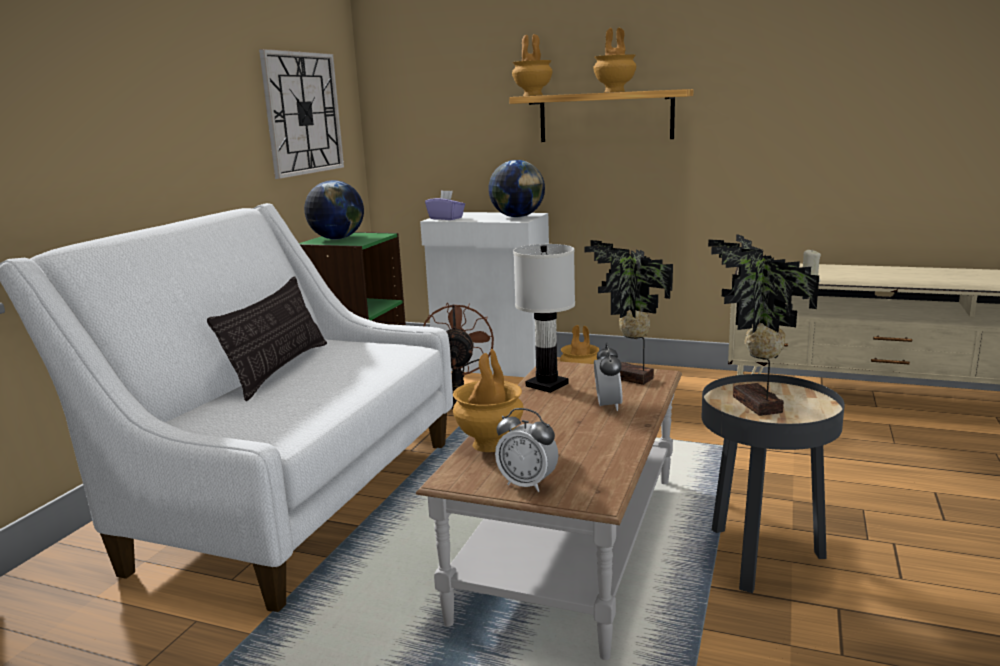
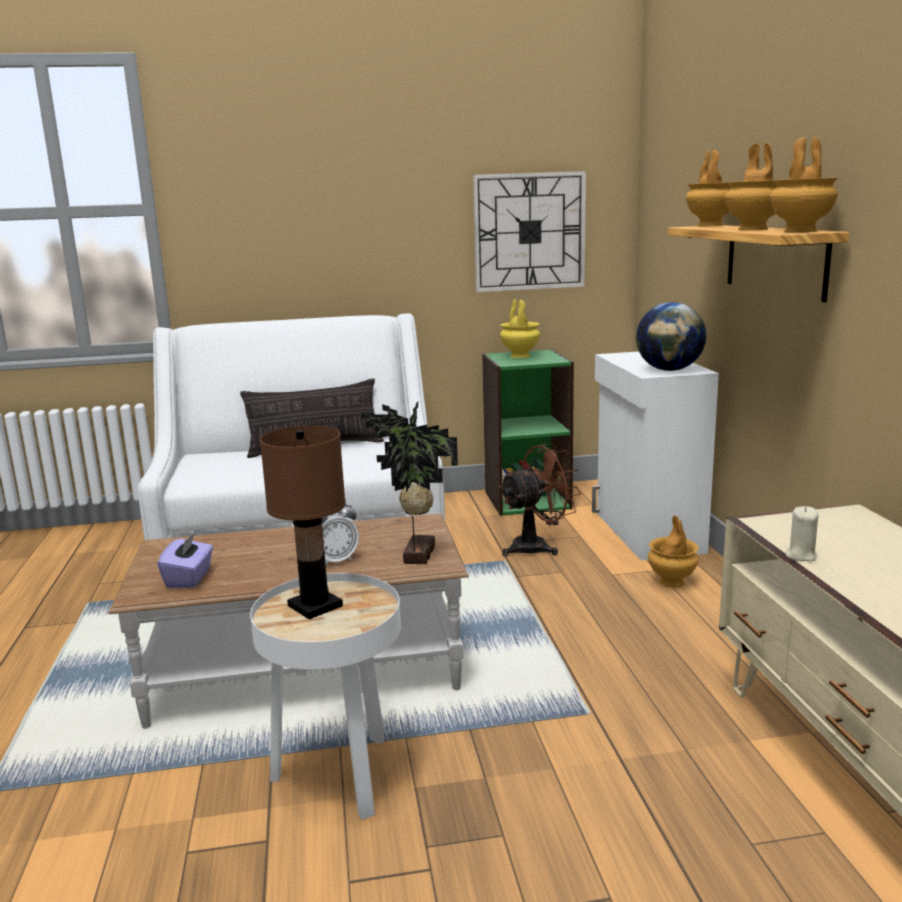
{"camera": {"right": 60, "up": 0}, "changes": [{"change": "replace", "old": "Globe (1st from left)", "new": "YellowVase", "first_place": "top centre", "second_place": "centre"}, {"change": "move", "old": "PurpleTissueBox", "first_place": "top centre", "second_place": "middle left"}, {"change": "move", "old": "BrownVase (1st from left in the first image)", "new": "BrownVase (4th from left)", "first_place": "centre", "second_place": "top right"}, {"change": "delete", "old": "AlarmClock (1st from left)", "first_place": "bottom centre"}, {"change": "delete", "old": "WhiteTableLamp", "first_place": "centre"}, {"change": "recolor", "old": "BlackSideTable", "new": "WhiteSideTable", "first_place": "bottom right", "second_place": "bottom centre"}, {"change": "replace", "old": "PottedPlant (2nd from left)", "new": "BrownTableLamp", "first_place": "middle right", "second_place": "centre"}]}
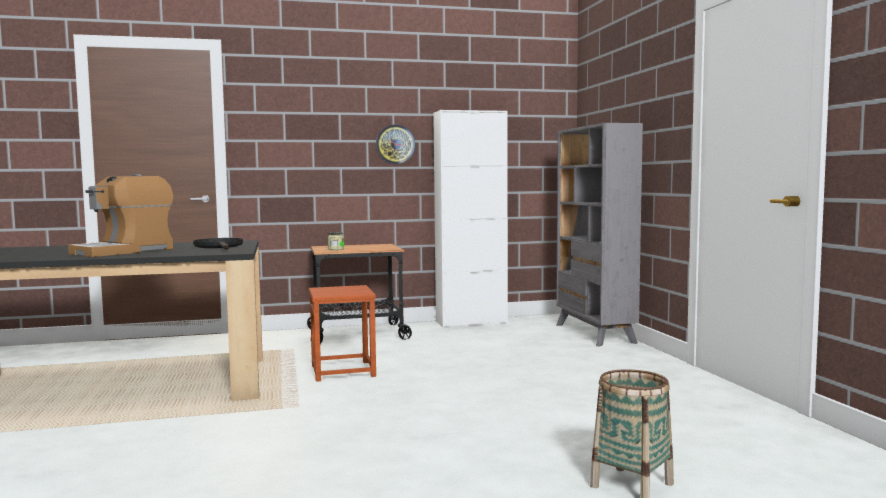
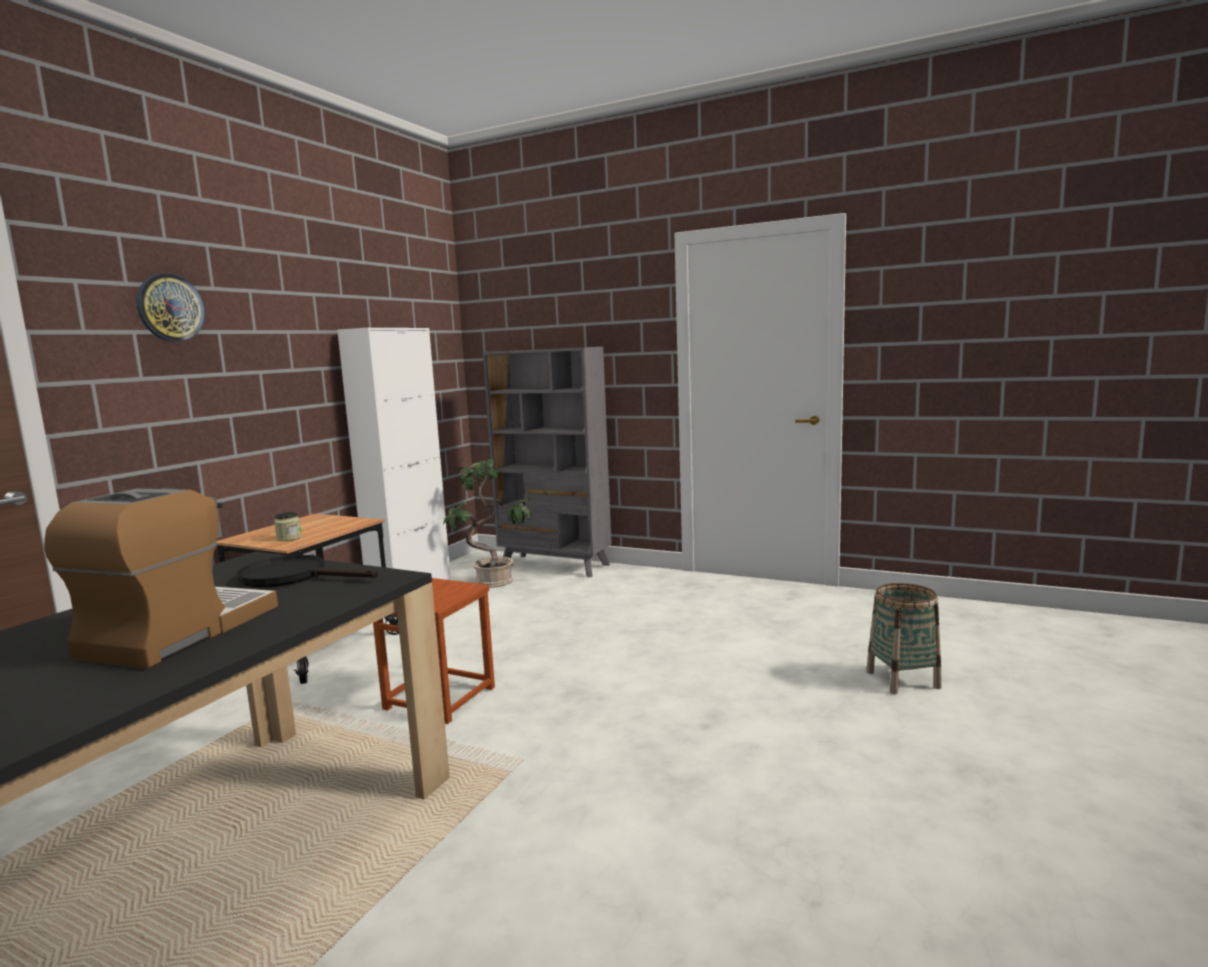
{"camera": {"right": -50, "up": 5}, "changes": [{"change": "rotate", "old": "CoffeeMachine", "first_place": "middle left", "second_place": "middle left", "degrees": -150}, {"change": "move", "old": "WallClock", "first_place": "top centre", "second_place": "top left"}, {"change": "insert", "new": "PottedPlant", "second_place": "centre"}]}
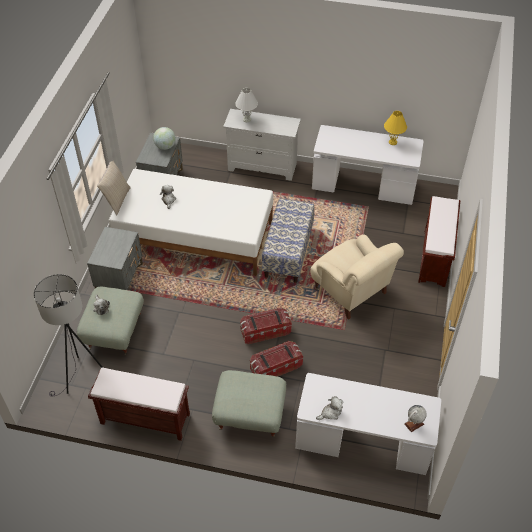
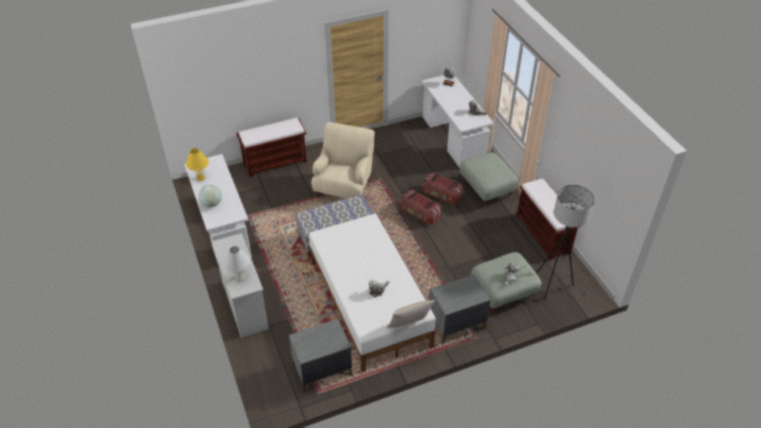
{"camera": {"right": -125, "up": -5}, "changes": [{"change": "move", "old": "Globe (1st from left)", "first_place": "top left", "second_place": "middle left"}]}
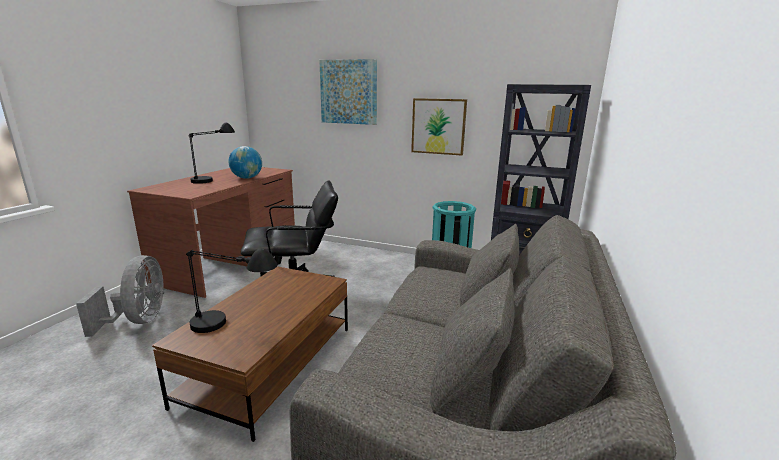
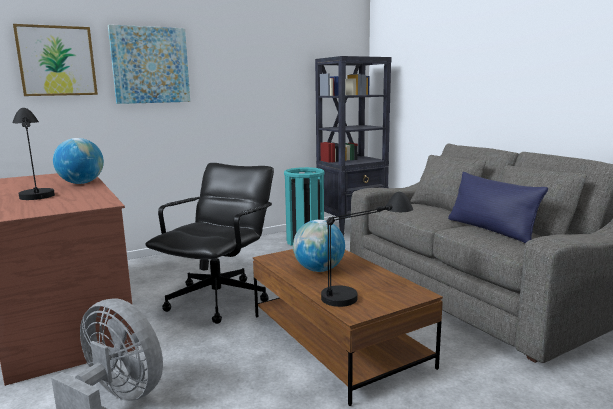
{"camera": {"right": -50, "up": -5}, "changes": [{"change": "move", "old": "Picture (2nd from left in the first image)", "new": "Picture (1st from left)", "first_place": "top centre", "second_place": "top left"}, {"change": "insert", "new": "Globe (2nd from left)", "second_place": "centre"}, {"change": "insert", "new": "BluePillow", "second_place": "middle right"}]}
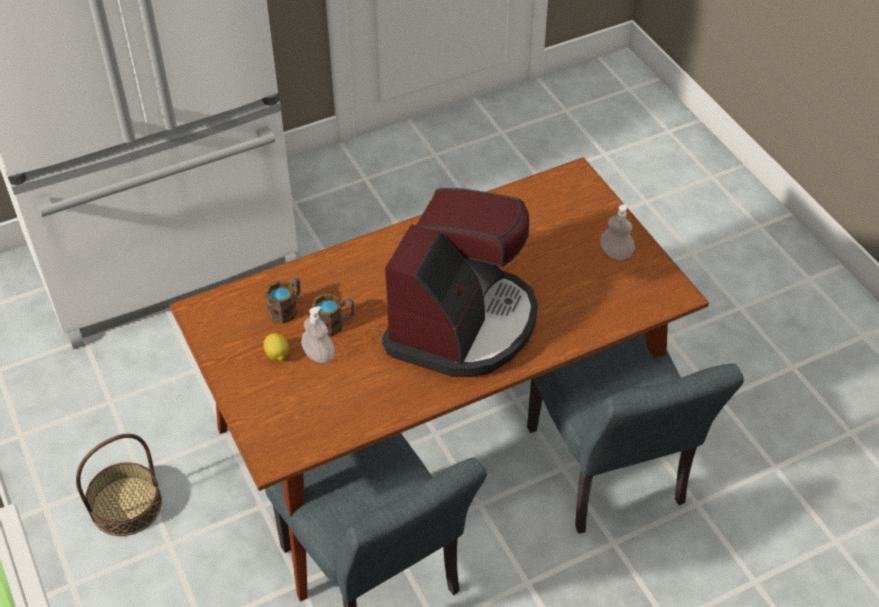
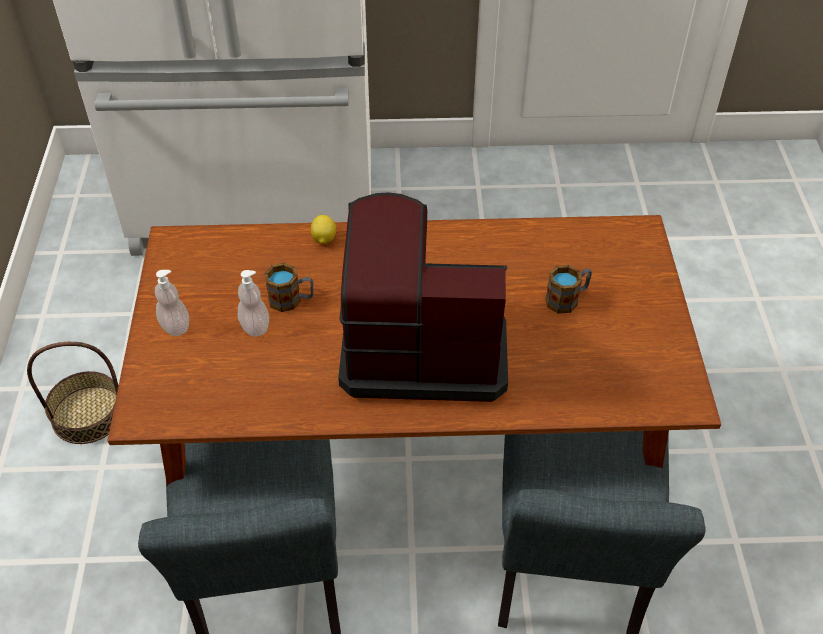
{"camera": {"right": 25, "up": 0}, "changes": [{"change": "move", "old": "Lemon", "first_place": "middle left", "second_place": "centre"}, {"change": "move", "old": "Mug (1st from left in the first image)", "new": "Mug (2nd from left)", "first_place": "middle left", "second_place": "middle right"}, {"change": "rotate", "old": "CoffeeMachine", "first_place": "centre", "second_place": "centre", "degrees": -135}, {"change": "move", "old": "SoapDispenser (2nd from left in the first image)", "new": "SoapDispenser (1st from left)", "first_place": "middle right", "second_place": "middle left"}]}
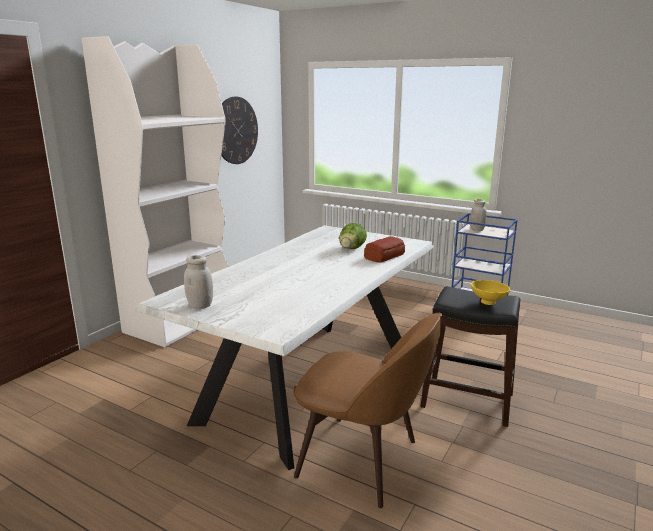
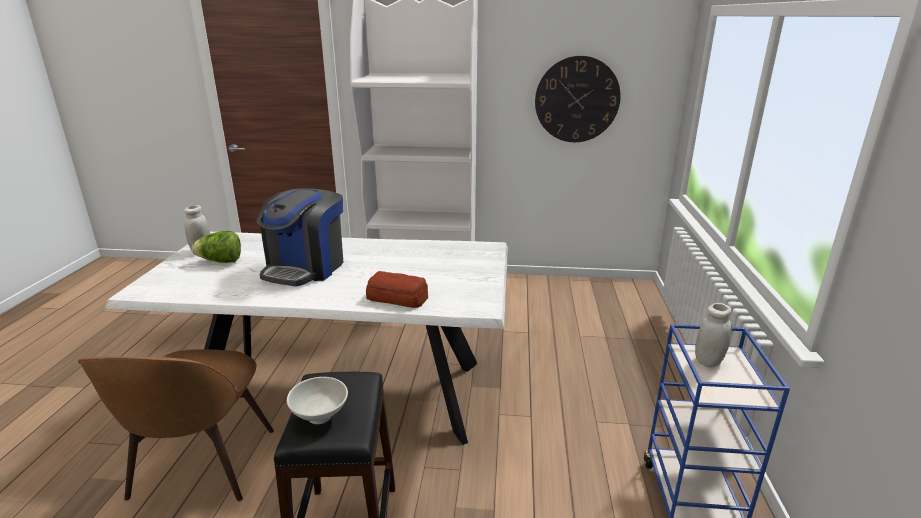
{"camera": {"right": 65, "up": 5}, "changes": [{"change": "move", "old": "Lettuce", "first_place": "centre", "second_place": "middle left"}, {"change": "recolor", "old": "YellowBowl", "new": "WhiteBowl", "first_place": "middle right", "second_place": "bottom centre"}, {"change": "insert", "new": "CoffeeMachine", "second_place": "middle left"}]}
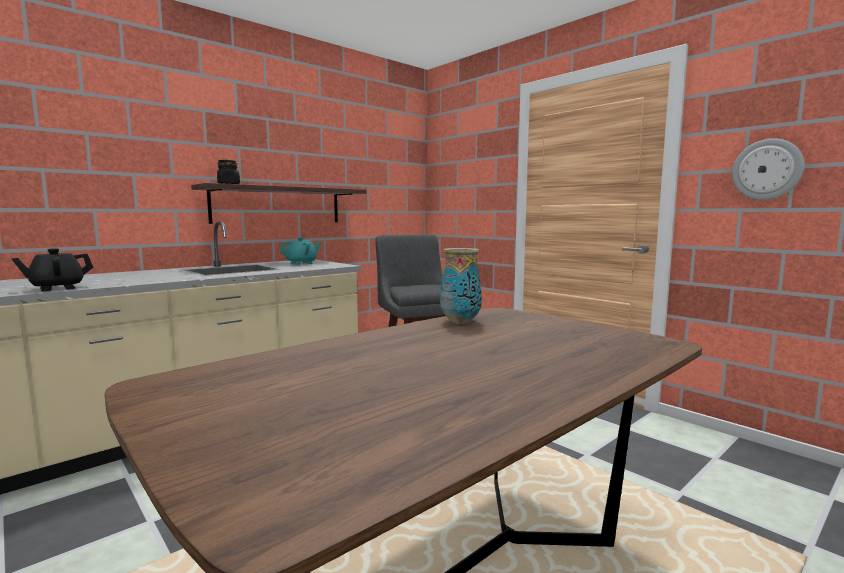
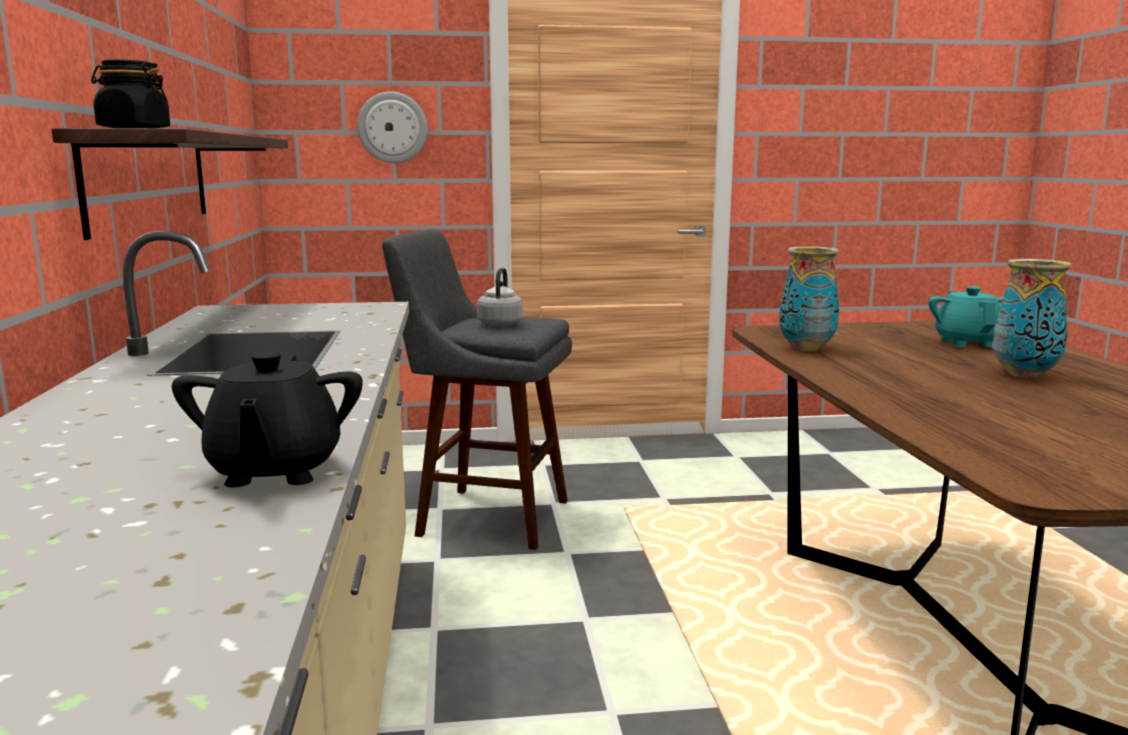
{"camera": {"right": -55, "up": 5}, "changes": [{"change": "move", "old": "TurquoiseTeapot", "first_place": "centre", "second_place": "middle right"}, {"change": "move", "old": "WallClock", "first_place": "top right", "second_place": "top centre"}, {"change": "insert", "new": "GreyKettle", "second_place": "centre"}, {"change": "insert", "new": "Vase (2nd from left)", "second_place": "middle right"}]}
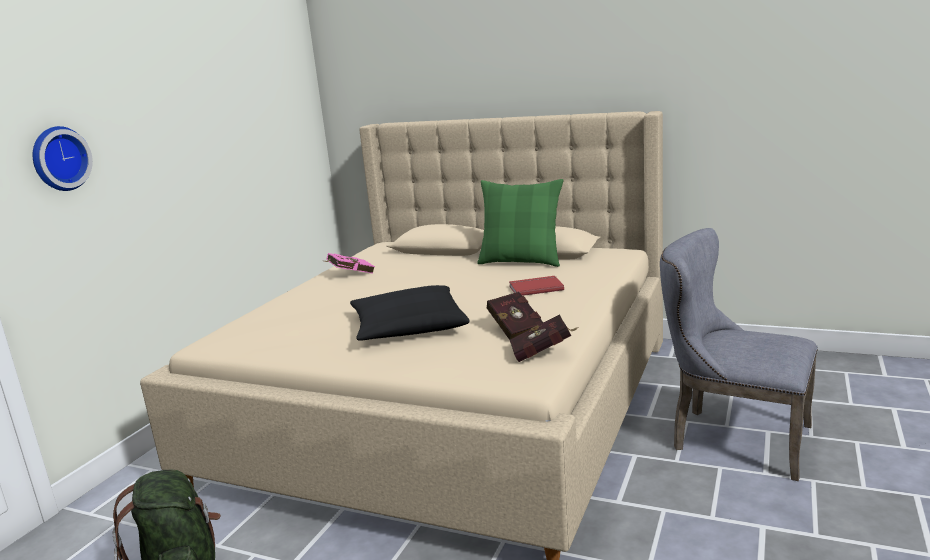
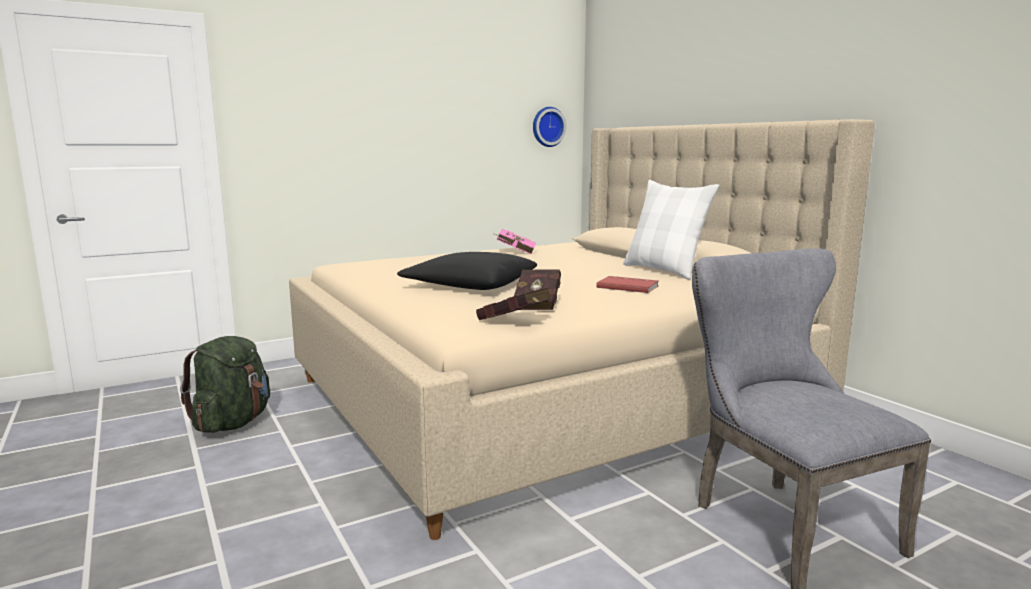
{"camera": {"right": 35, "up": -5}, "changes": [{"change": "move", "old": "WallClock", "first_place": "top left", "second_place": "top centre"}, {"change": "recolor", "old": "GreenPillow", "new": "WhitePillow", "first_place": "centre", "second_place": "centre"}]}
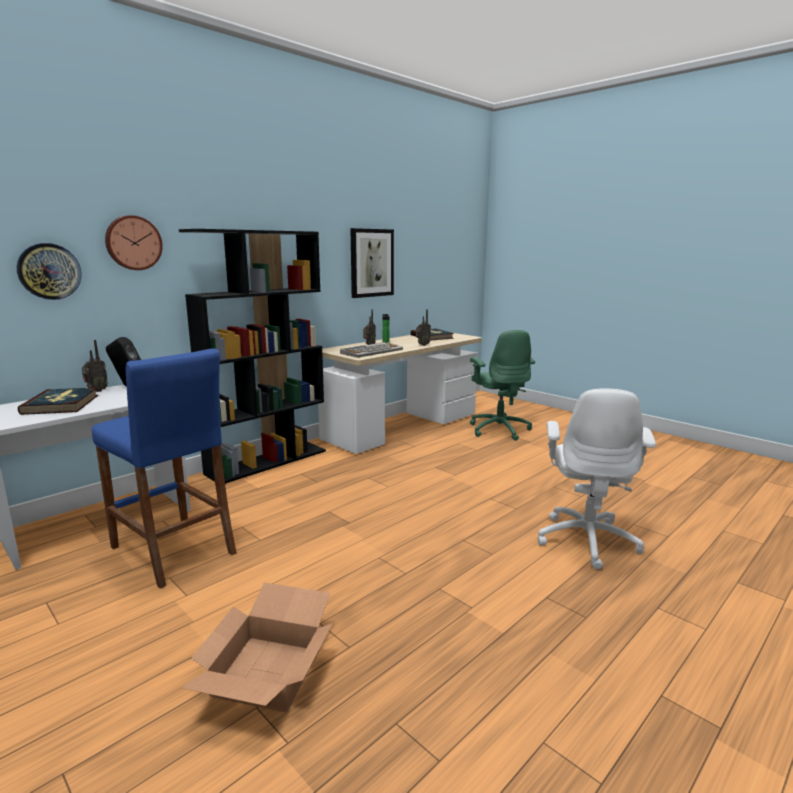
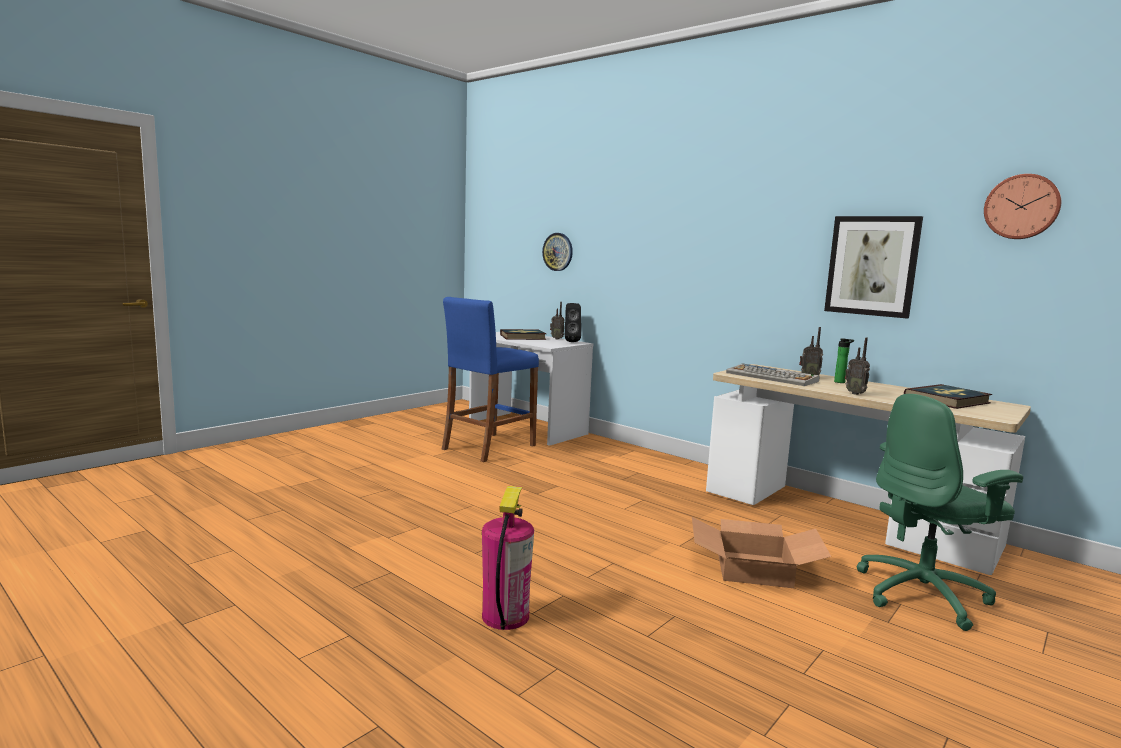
{"camera": {"right": 85, "up": -5}, "changes": [{"change": "move", "old": "WallClock (2nd from left)", "first_place": "top left", "second_place": "top right"}, {"change": "delete", "old": "BlackBookcase", "first_place": "middle left"}, {"change": "move", "old": "CardboardBox", "first_place": "bottom left", "second_place": "bottom right"}, {"change": "replace", "old": "WhiteOfficeChair", "new": "FireExtinguisher", "first_place": "middle right", "second_place": "bottom centre"}]}
